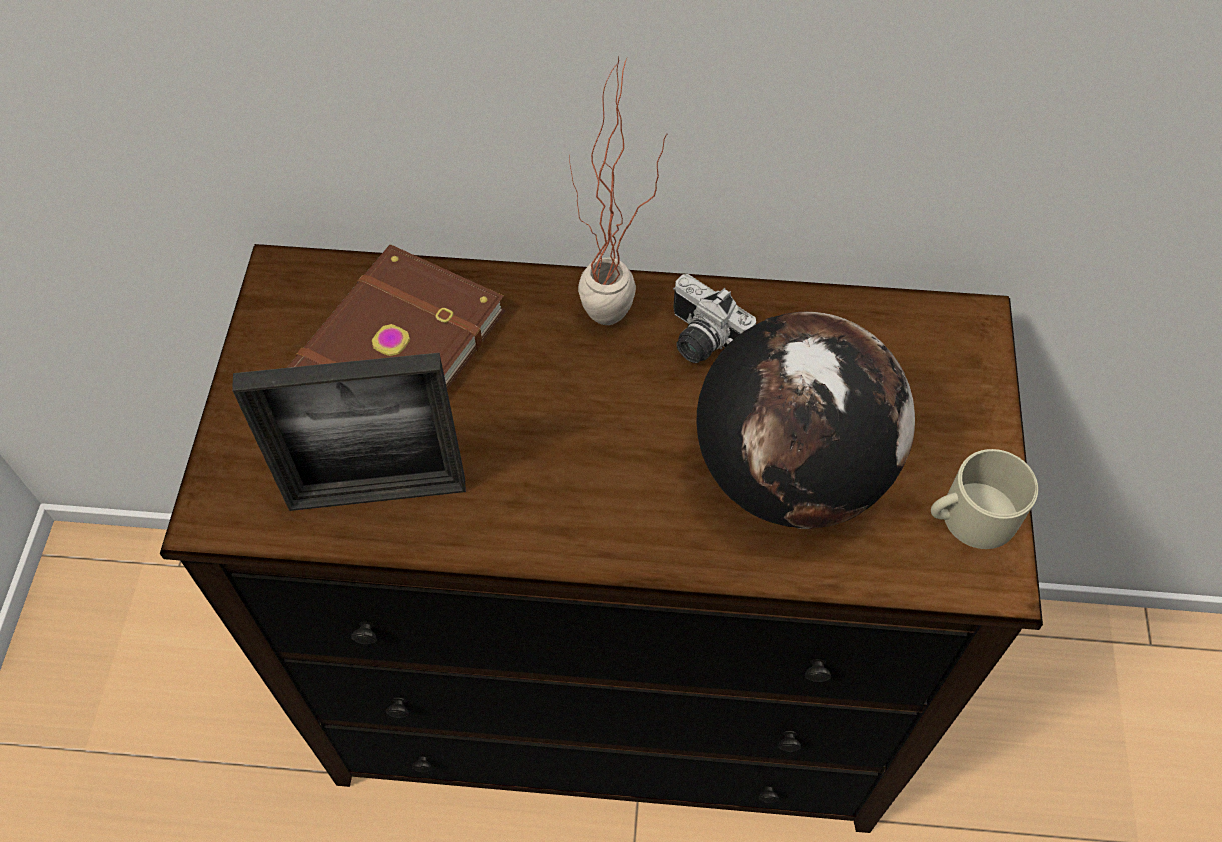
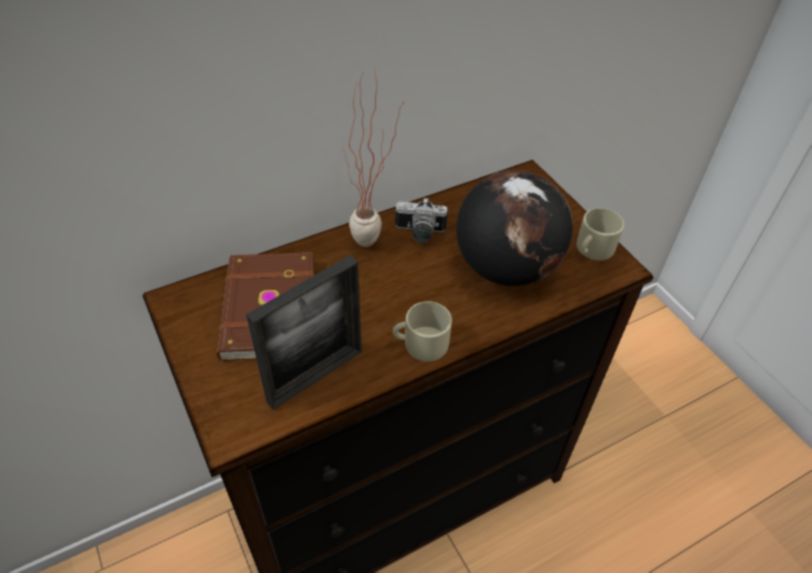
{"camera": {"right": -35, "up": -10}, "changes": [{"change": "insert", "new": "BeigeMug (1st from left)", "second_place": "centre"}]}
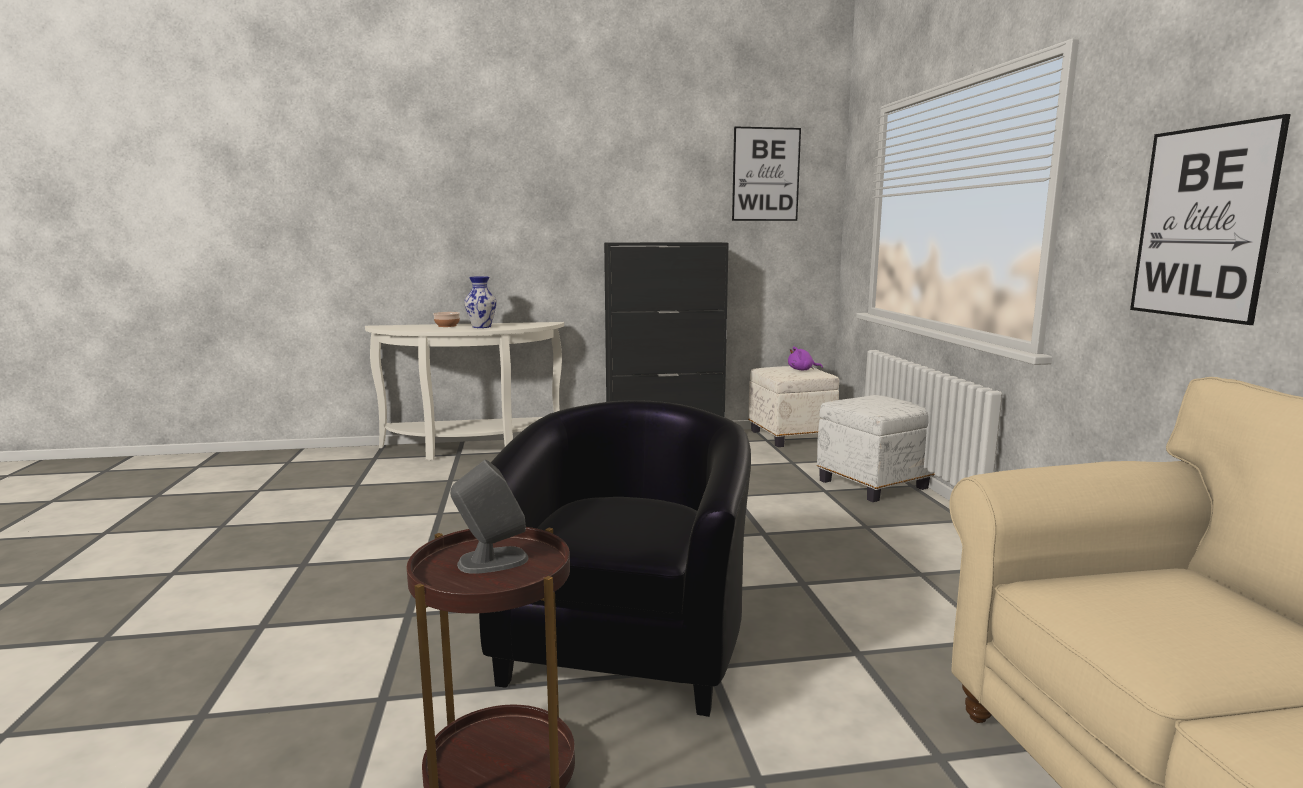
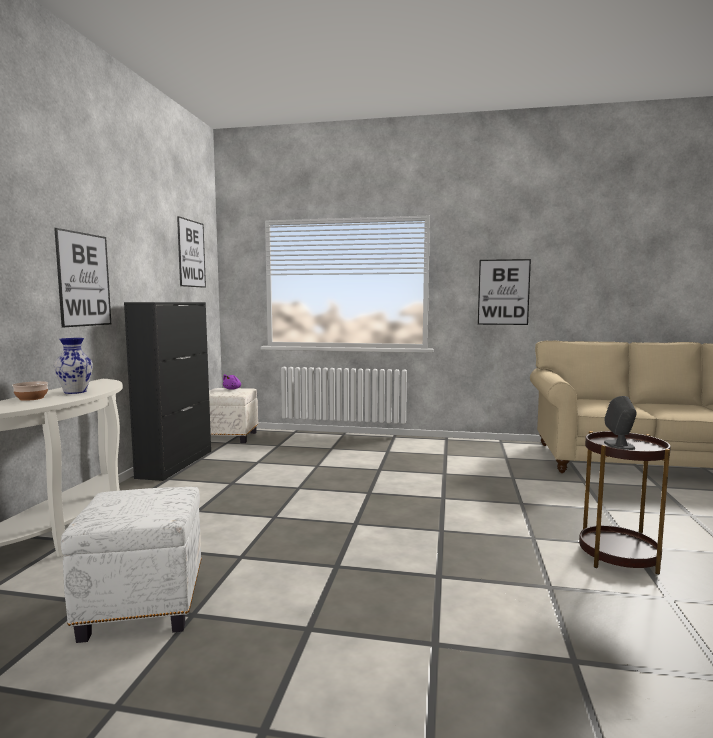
{"camera": {"right": -70, "up": -5}, "changes": [{"change": "delete", "old": "BlackArmchair", "first_place": "bottom centre"}, {"change": "move", "old": "WhiteOttoman (2nd from left in the first image)", "new": "WhiteOttoman (1st from left)", "first_place": "middle right", "second_place": "bottom left"}, {"change": "insert", "new": "Picture (1st from left)", "second_place": "middle left"}]}
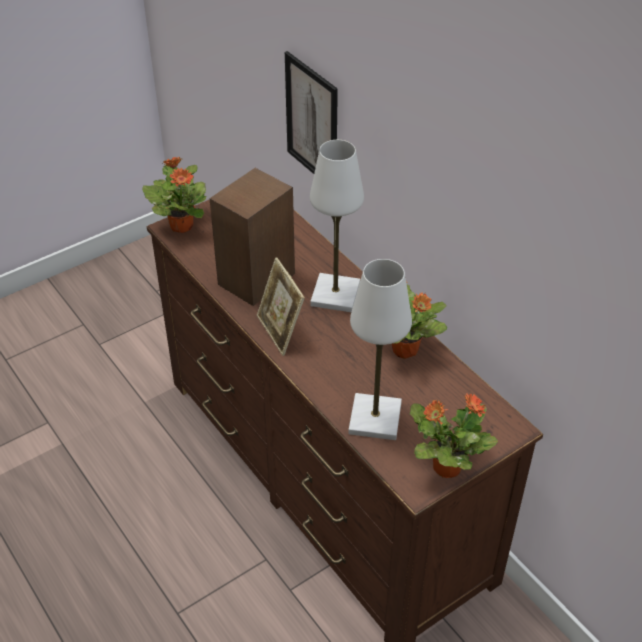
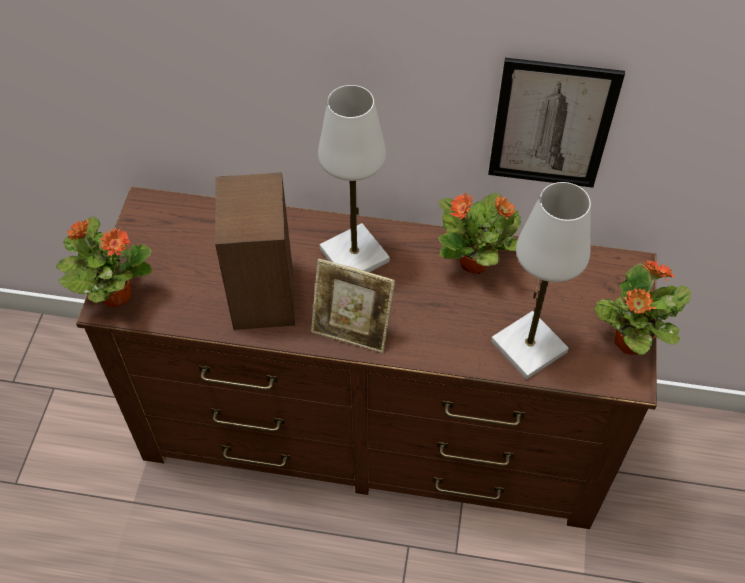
{"camera": {"right": -45, "up": 10}, "changes": [{"change": "move", "old": "Picture", "first_place": "top centre", "second_place": "top right"}]}
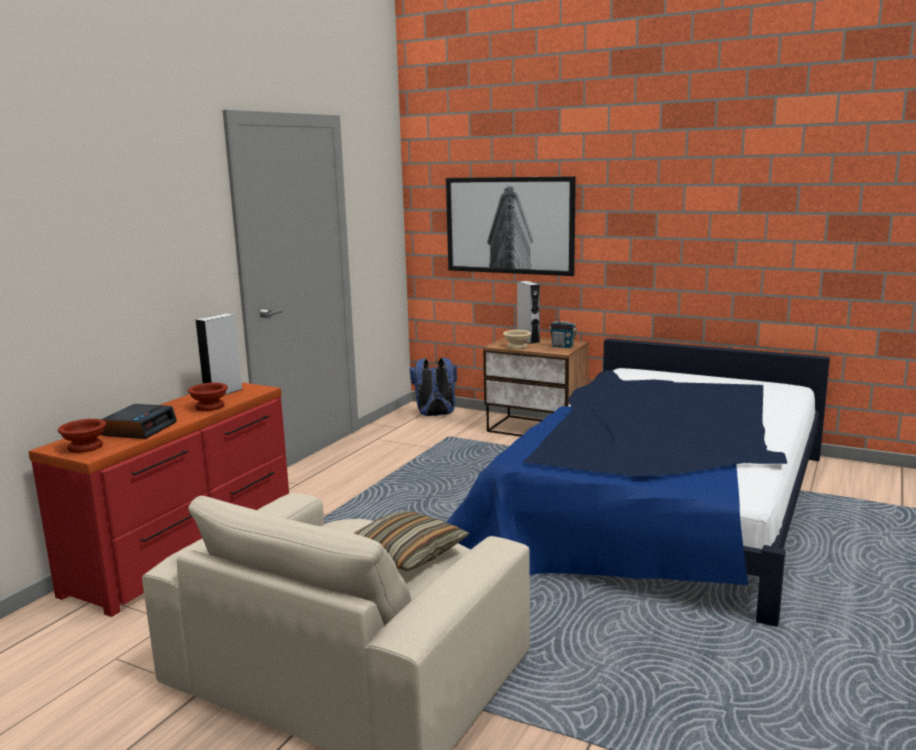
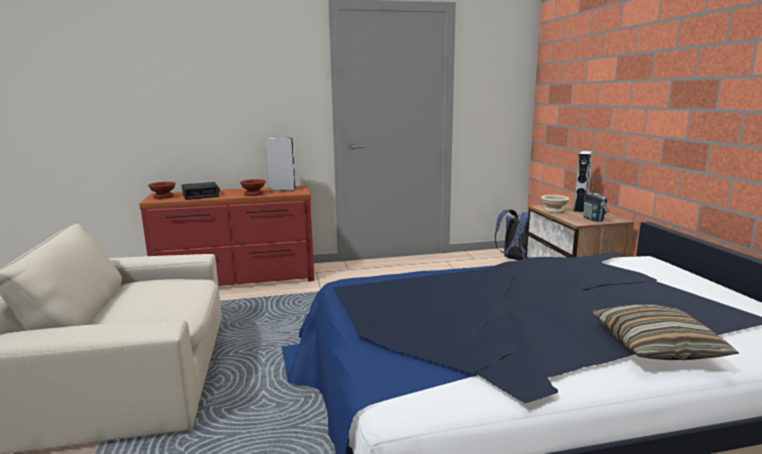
{"camera": {"right": 50, "up": 0}, "changes": [{"change": "move", "old": "Pillow", "first_place": "bottom centre", "second_place": "bottom right"}, {"change": "delete", "old": "Picture", "first_place": "top centre"}]}
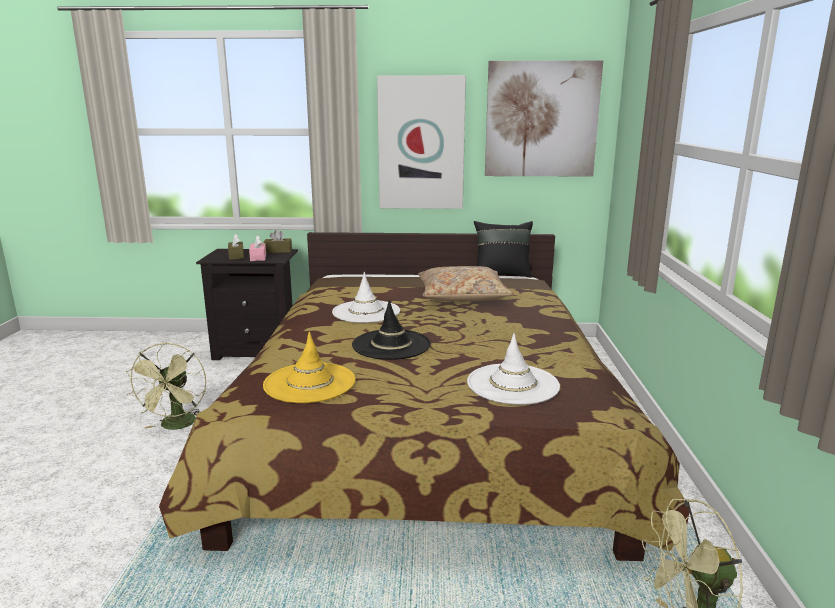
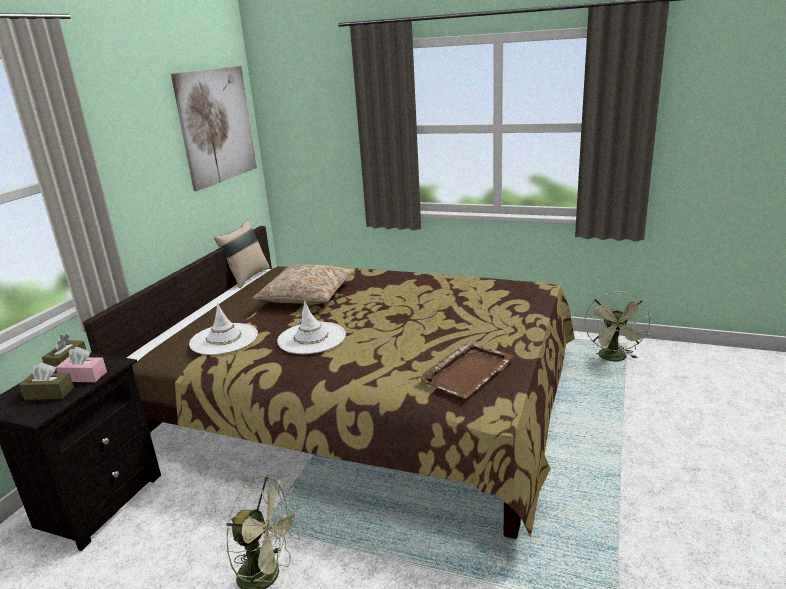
{"camera": {"right": -70, "up": 5}, "changes": [{"change": "replace", "old": "YellowHat", "new": "BrownTray", "first_place": "centre", "second_place": "centre"}, {"change": "delete", "old": "BlackHat", "first_place": "centre"}, {"change": "delete", "old": "Picture (1st from left)", "first_place": "top centre"}, {"change": "move", "old": "WhiteHat (2nd from left in the first image)", "new": "WhiteHat (1st from left)", "first_place": "centre", "second_place": "middle left"}, {"change": "recolor", "old": "BlackPillow", "new": "BeigePillow (1st from left)", "first_place": "centre", "second_place": "middle left"}]}
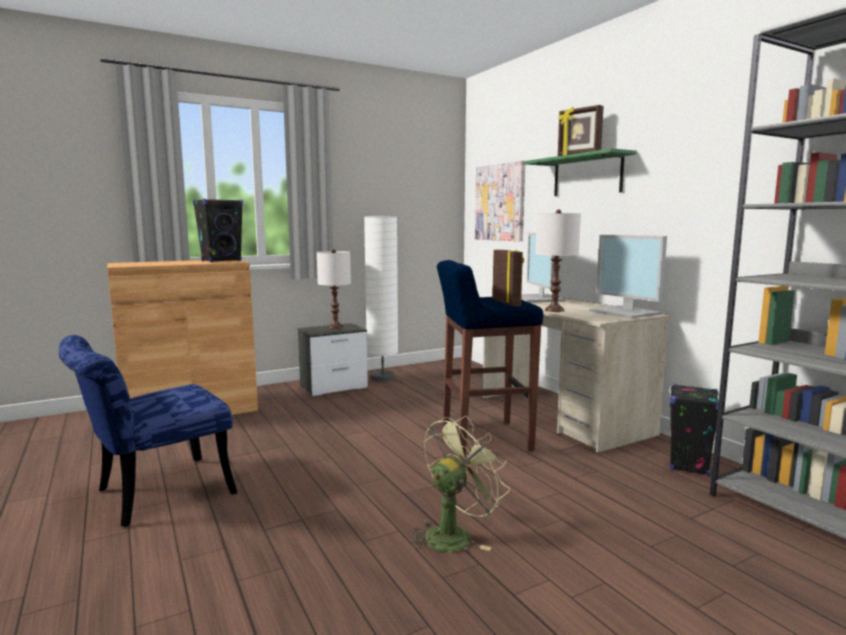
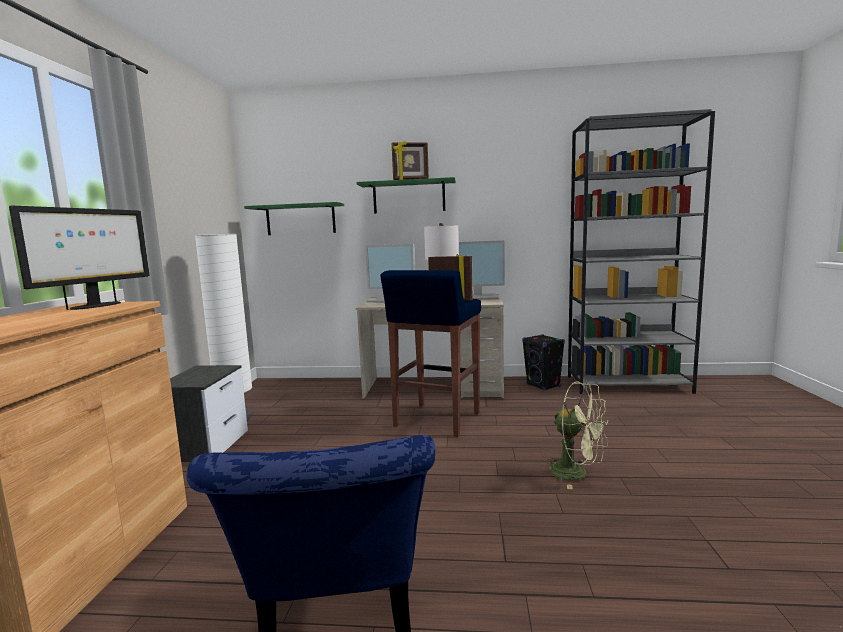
{"camera": {"right": -55, "up": 0}, "changes": [{"change": "replace", "old": "BlackSpeaker (1st from left)", "new": "Monitor (1st from left)", "first_place": "middle left", "second_place": "middle left"}, {"change": "delete", "old": "WhiteTableLamp (1st from left)", "first_place": "centre"}, {"change": "rotate", "old": "GreenFan", "first_place": "bottom centre", "second_place": "bottom right", "degrees": 135}, {"change": "replace", "old": "Picture", "new": "GreenShelf (1st from left)", "first_place": "top centre", "second_place": "centre"}]}
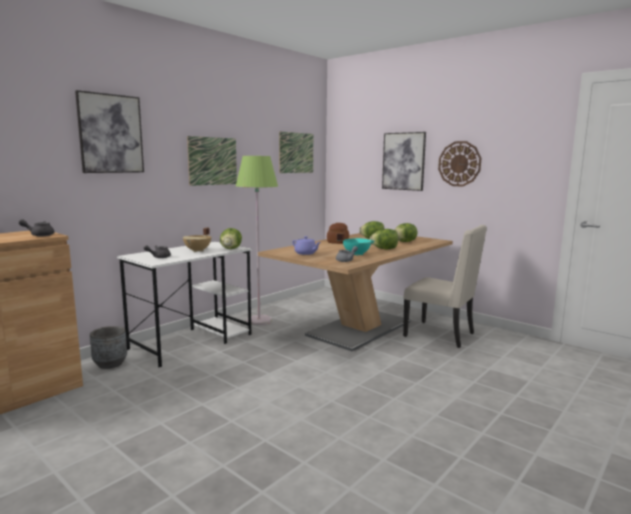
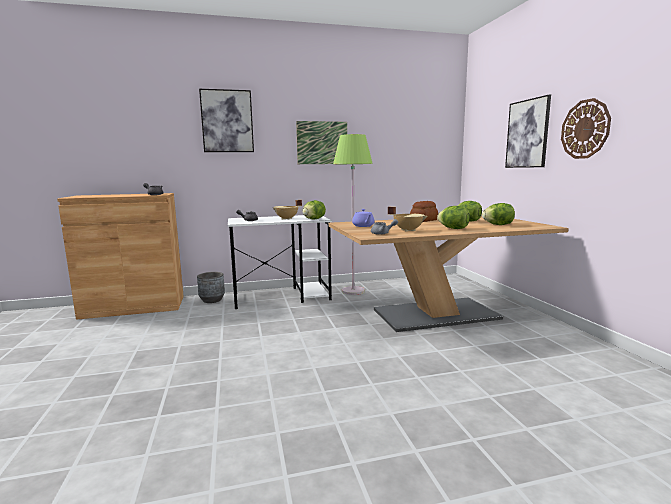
{"camera": {"right": 35, "up": 0}, "changes": [{"change": "delete", "old": "Picture (3rd from left)", "first_place": "top centre"}, {"change": "recolor", "old": "TurquoiseCookingPot", "new": "BeigeCookingPot (2nd from left)", "first_place": "centre", "second_place": "centre"}, {"change": "delete", "old": "BeigeChair", "first_place": "middle right"}]}
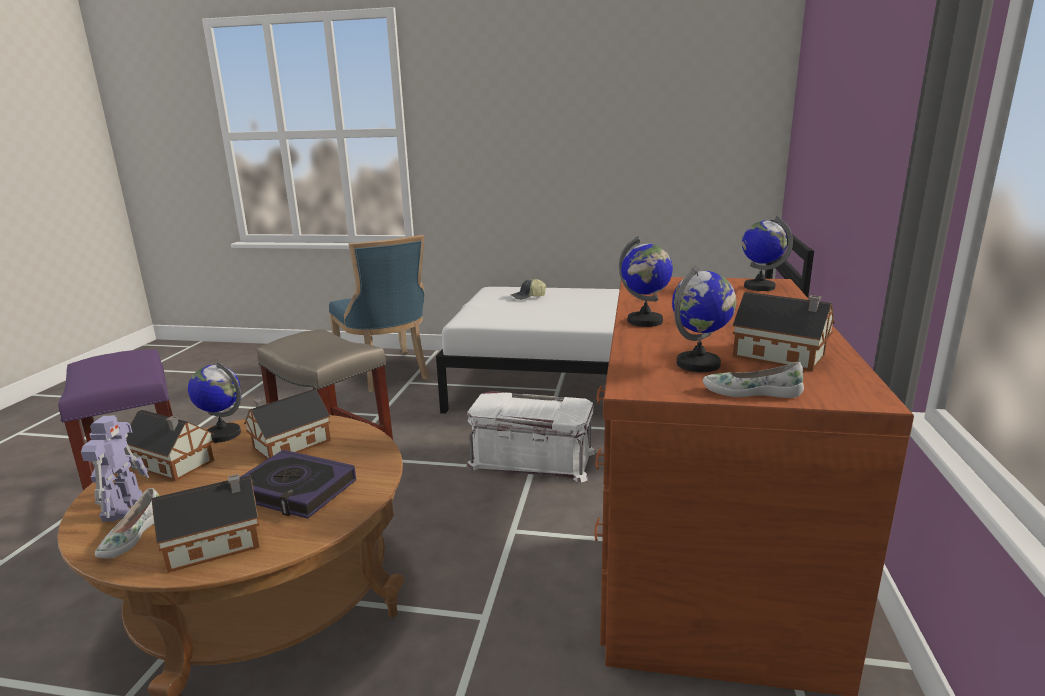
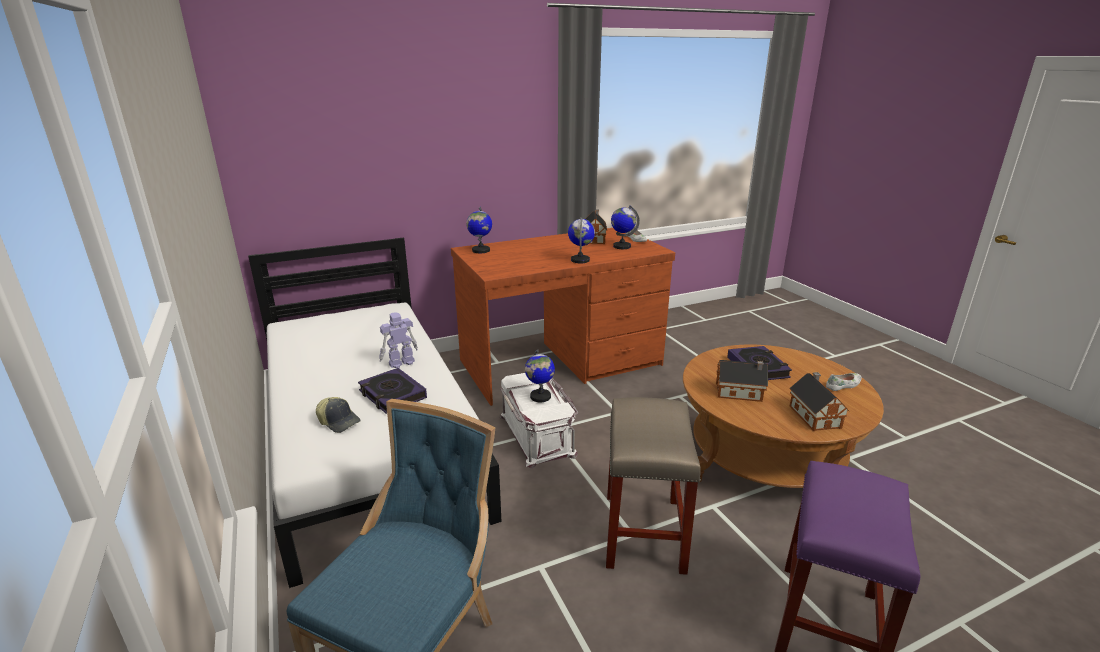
{"camera": {"right": -125, "up": 5}, "changes": [{"change": "move", "old": "ToyRobot", "first_place": "bottom left", "second_place": "centre"}, {"change": "delete", "old": "ToyHouse (2nd from left)", "first_place": "bottom left"}, {"change": "move", "old": "Globe (1st from left in the first image)", "new": "Globe (2nd from left)", "first_place": "middle left", "second_place": "centre"}, {"change": "insert", "new": "Book (1st from left)", "second_place": "centre"}]}
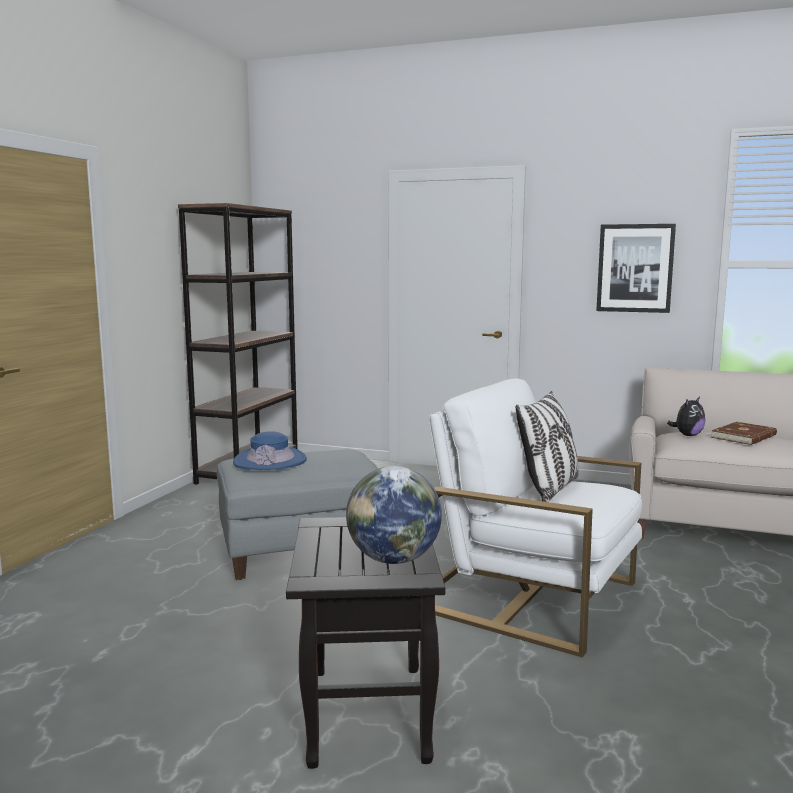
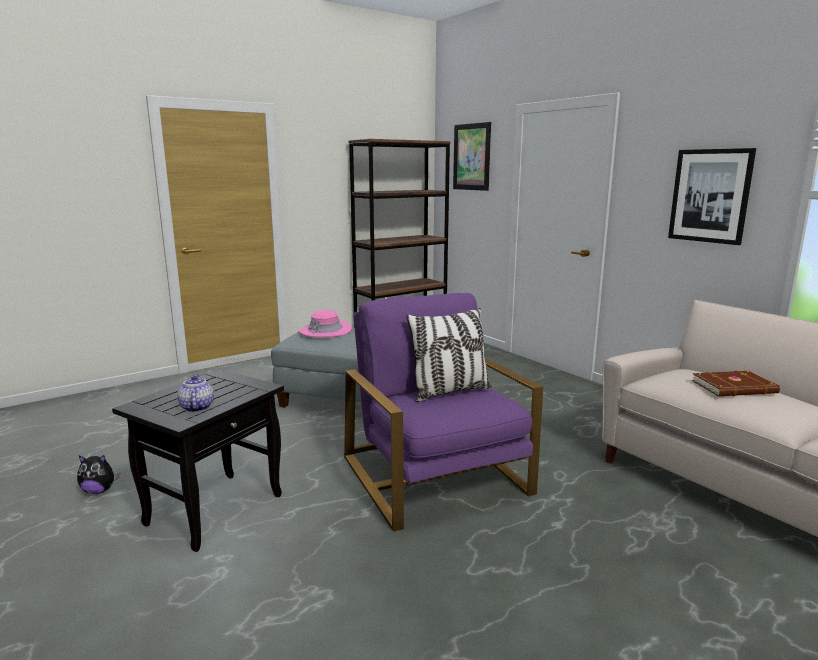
{"camera": {"right": 35, "up": 5}, "changes": [{"change": "recolor", "old": "BlueHat", "new": "PinkHat", "first_place": "centre", "second_place": "centre"}, {"change": "replace", "old": "Globe", "new": "Teapot", "first_place": "centre", "second_place": "middle left"}, {"change": "recolor", "old": "WhiteArmchair", "new": "PurpleArmchair", "first_place": "middle right", "second_place": "centre"}, {"change": "move", "old": "PlushToy", "first_place": "middle right", "second_place": "bottom left"}, {"change": "insert", "new": "Picture (1st from left)", "second_place": "top centre"}]}
